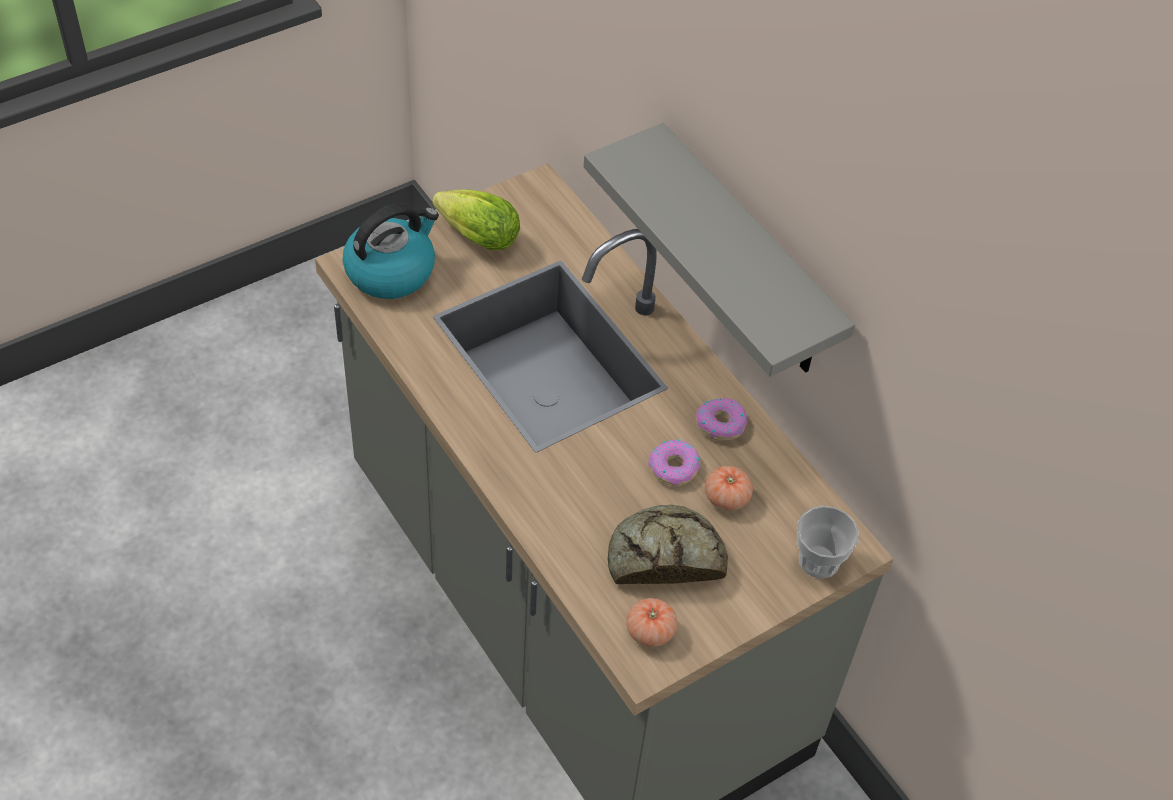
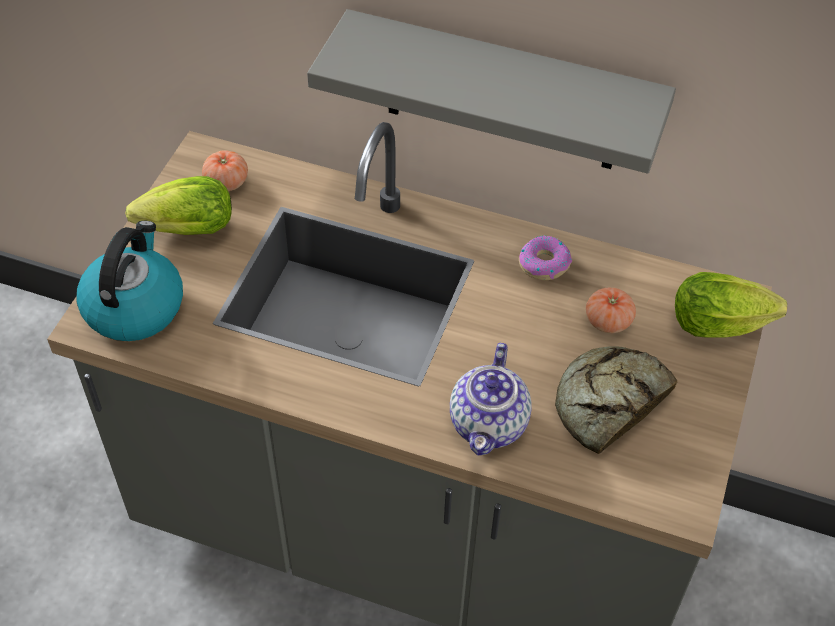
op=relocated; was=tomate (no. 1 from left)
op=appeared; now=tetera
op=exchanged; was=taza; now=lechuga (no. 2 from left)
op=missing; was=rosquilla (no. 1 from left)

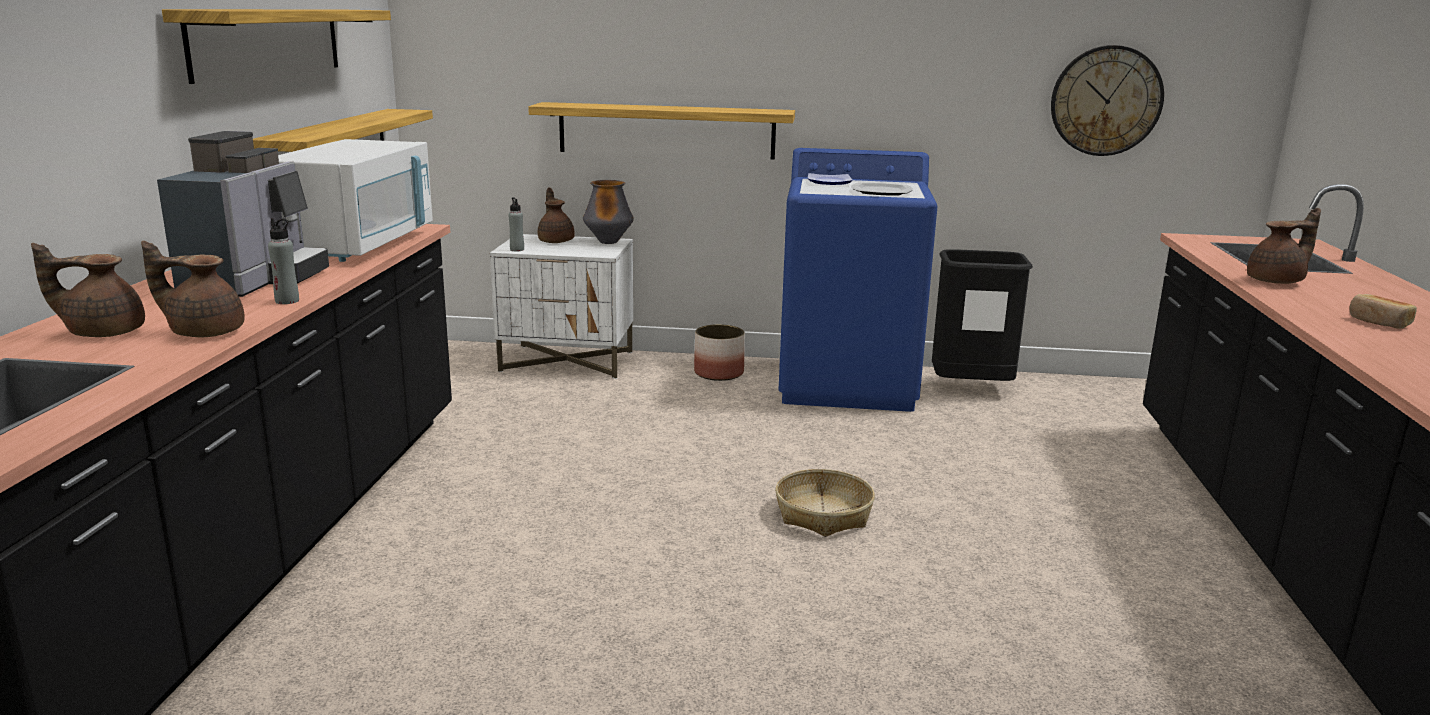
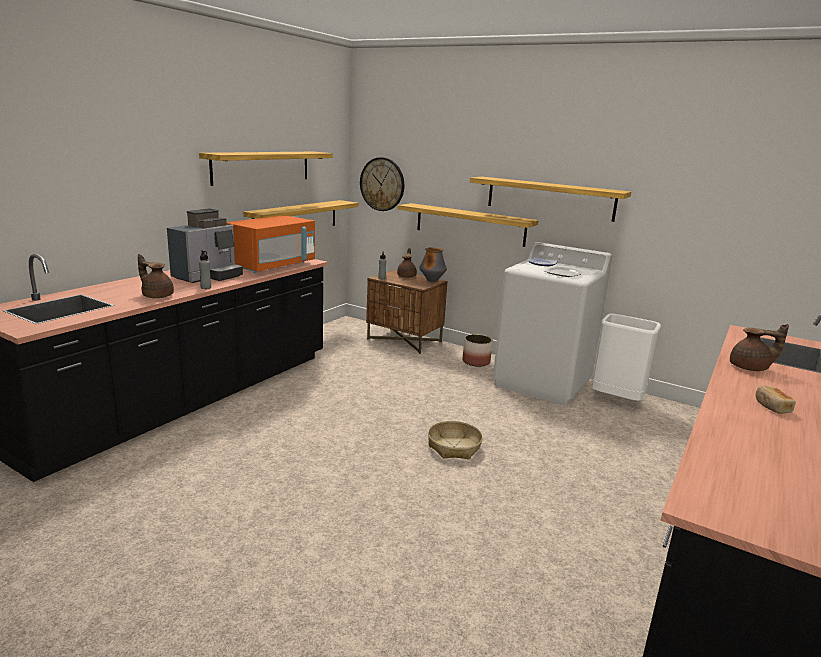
op=colour; was=microondas/blanco; now=microondas/naranja
op=relocated; was=reloj de pared
op=colour; was=mesita de noche/blanco; now=mesita de noche/marrón
op=appeared; now=estante (no. 4 from left)
op=colour; was=lavadora/azul; now=lavadora/blanco
op=colour; was=papelera/negro; now=papelera/blanco
op=missing; was=tetera/marrón (no. 1 from left)

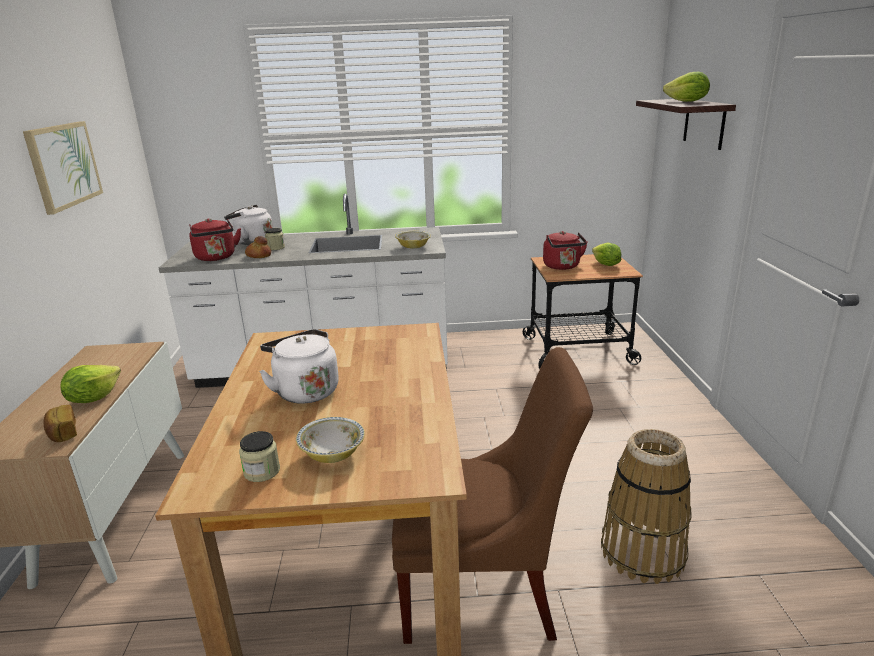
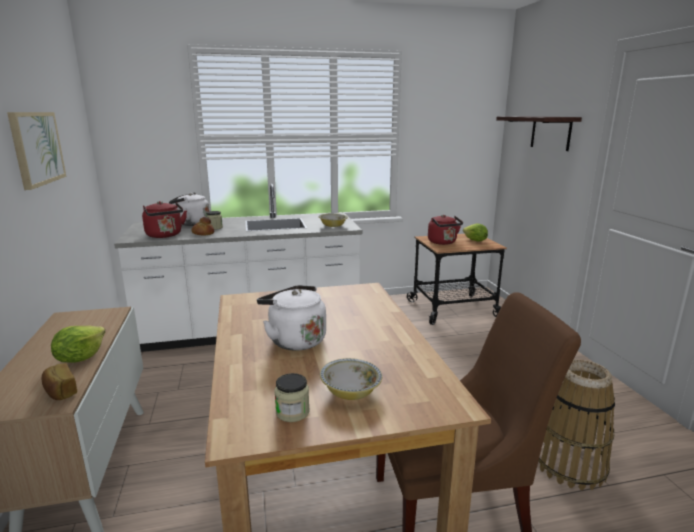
op=missing; was=lechuga (no. 3 from left)

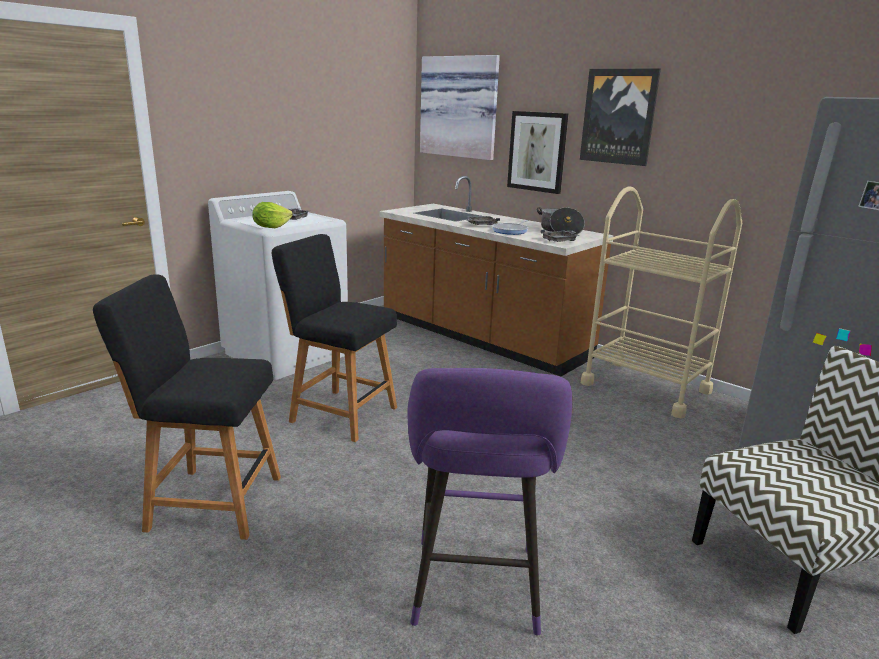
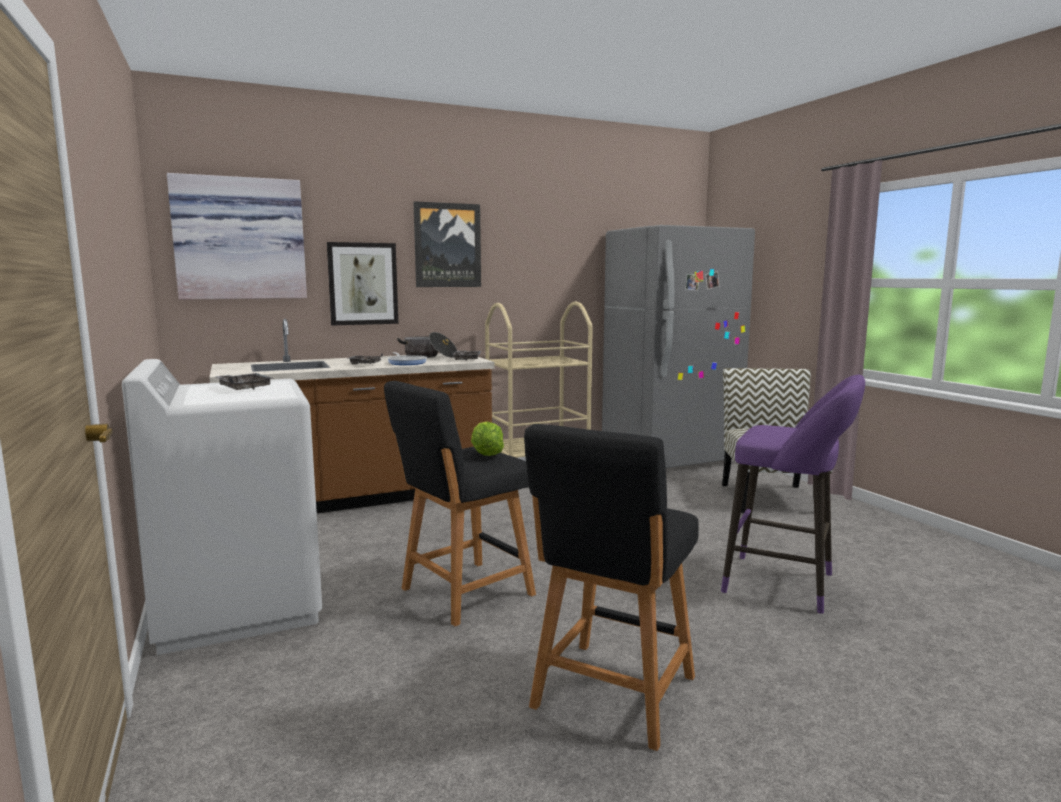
op=relocated; was=lechuga

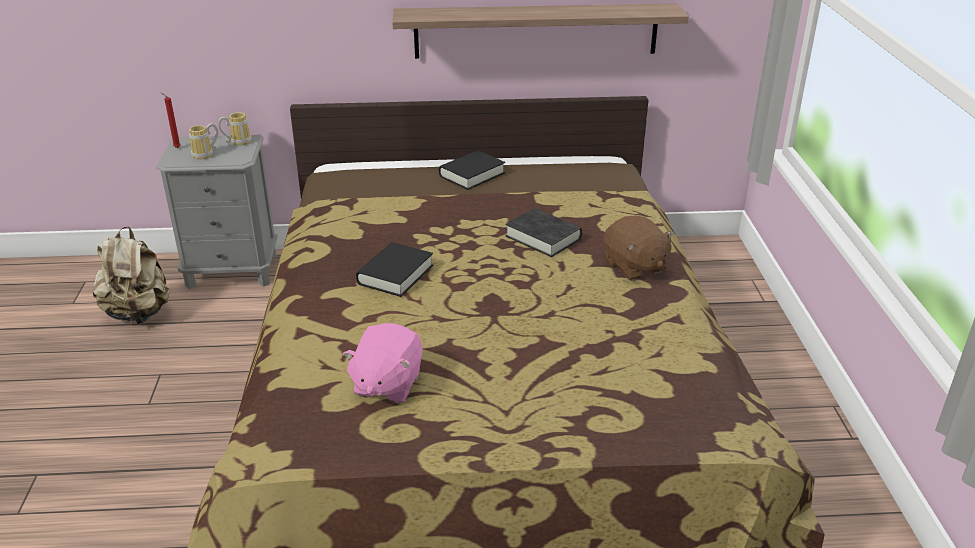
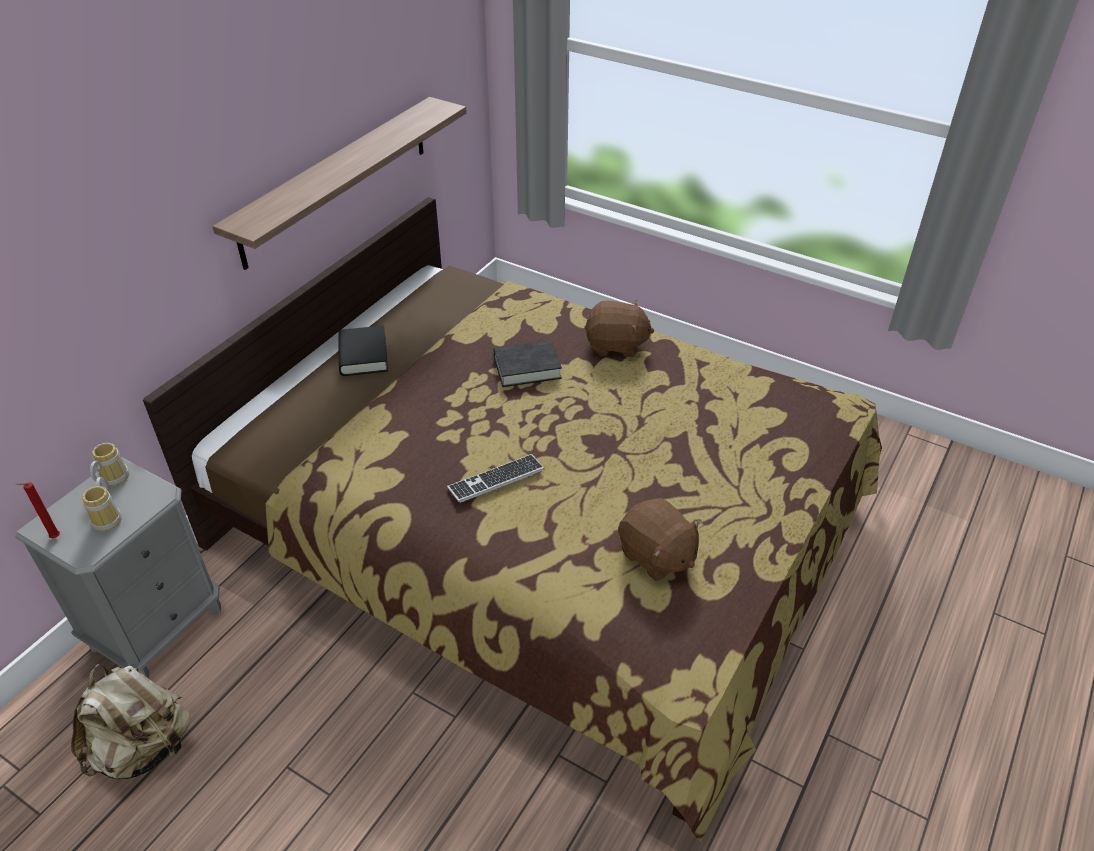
op=exchanged; was=libro/negro (no. 1 from left); now=teclado
op=colour; was=peluche/rosa; now=peluche/marrón (no. 2 from left)

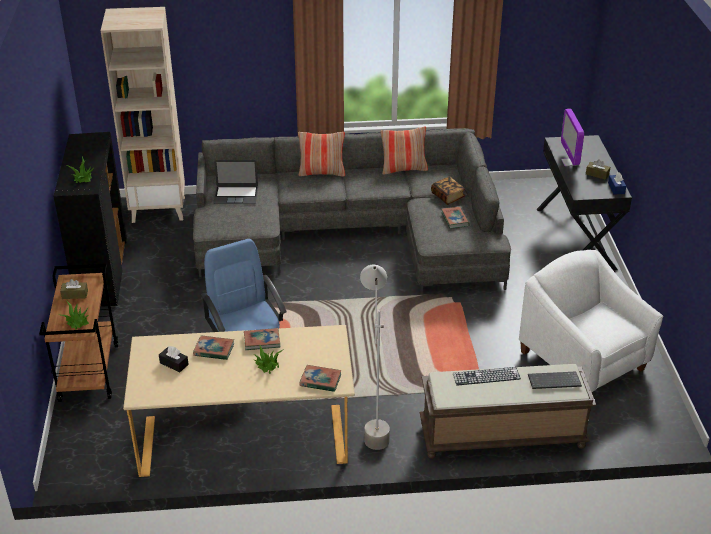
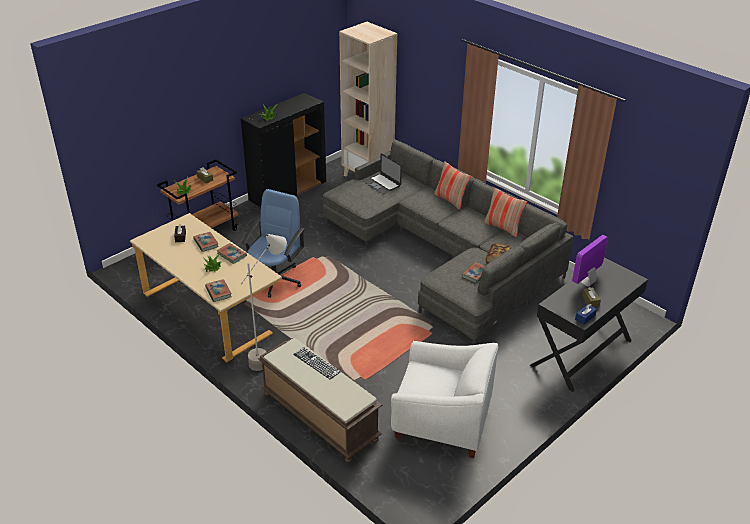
op=spun; was=sillón/blanco; clockwise=90
op=missing; was=teclado (no. 2 from left)

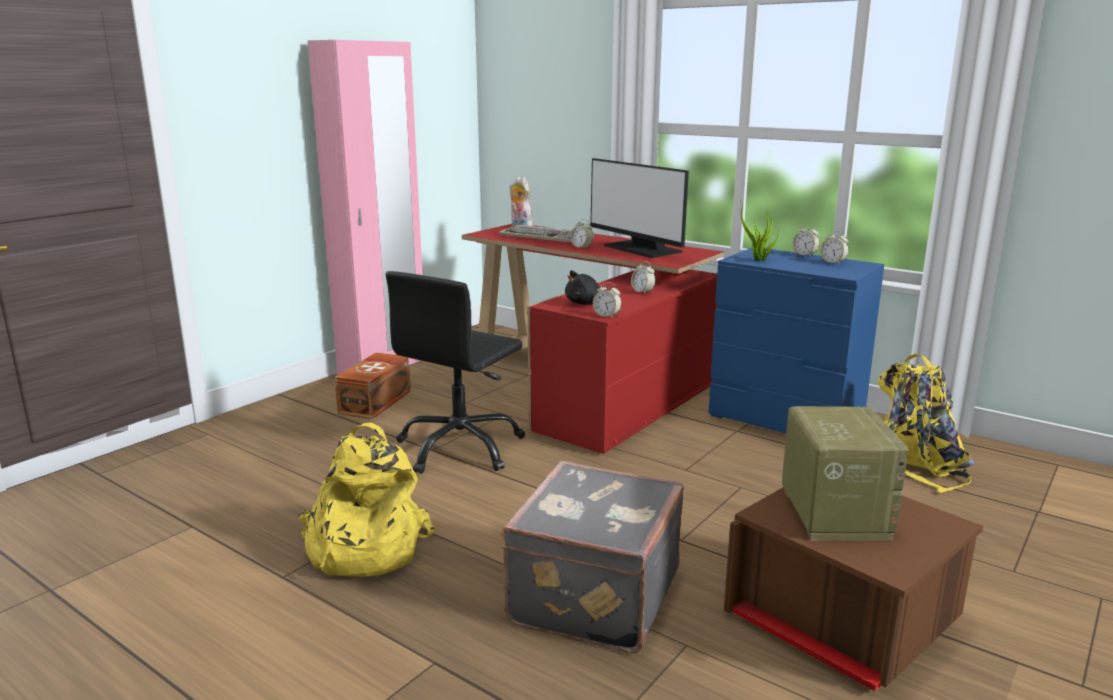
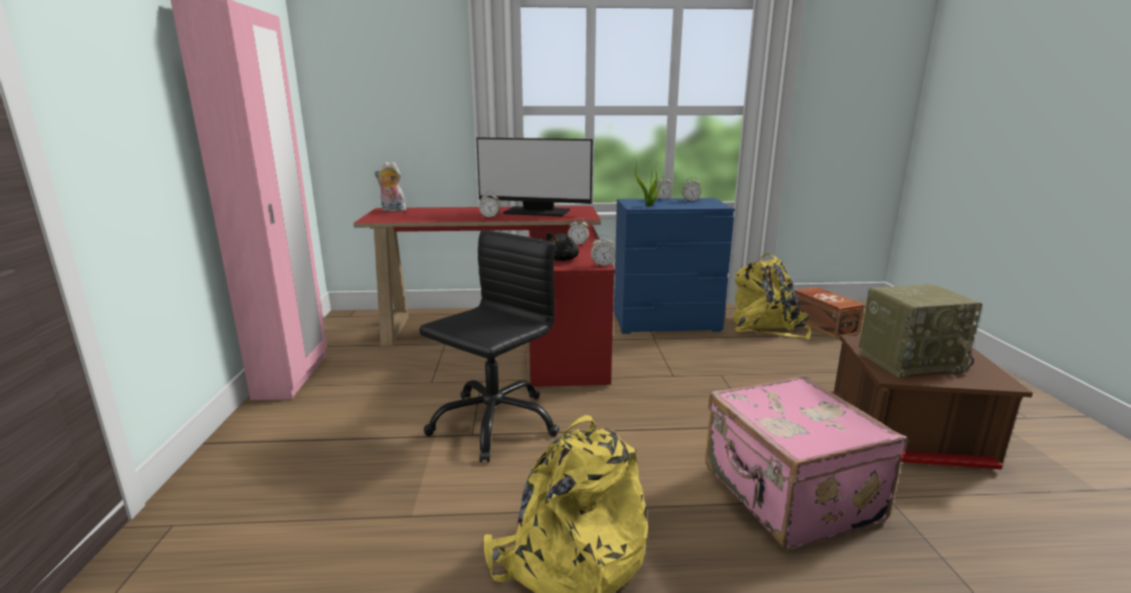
op=spun; was=silla de oficina/negro; clockwise=-135
op=colour; was=maleta/gris; now=maleta/rosa
op=relocated; was=caja de almacenaje/marrón (no. 1 from left)
op=spun; was=radio; clockwise=120
op=missing; was=teclado

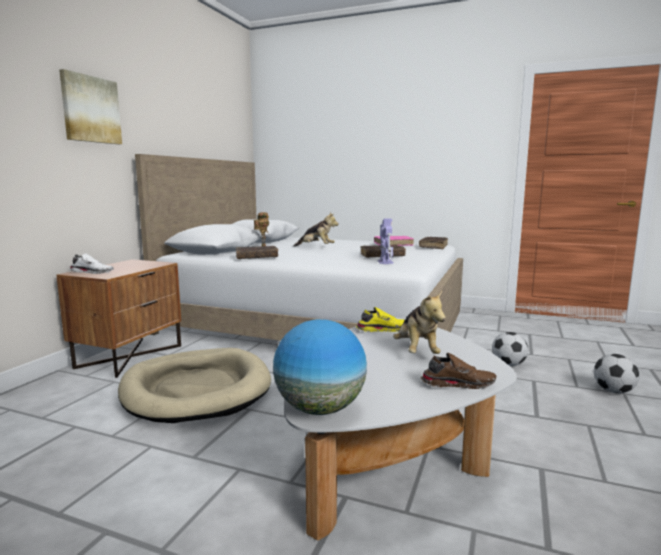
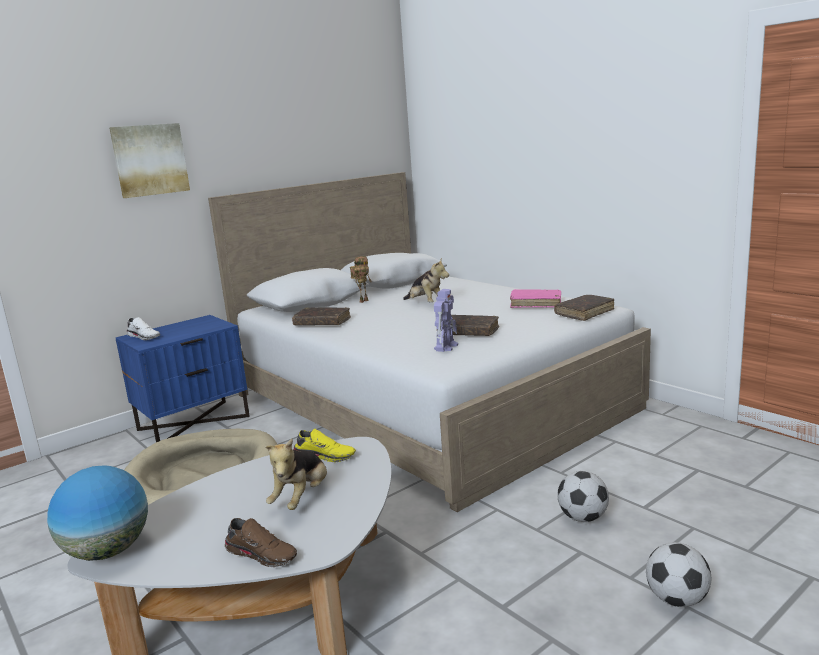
op=colour; was=mesita de noche/marrón; now=mesita de noche/azul

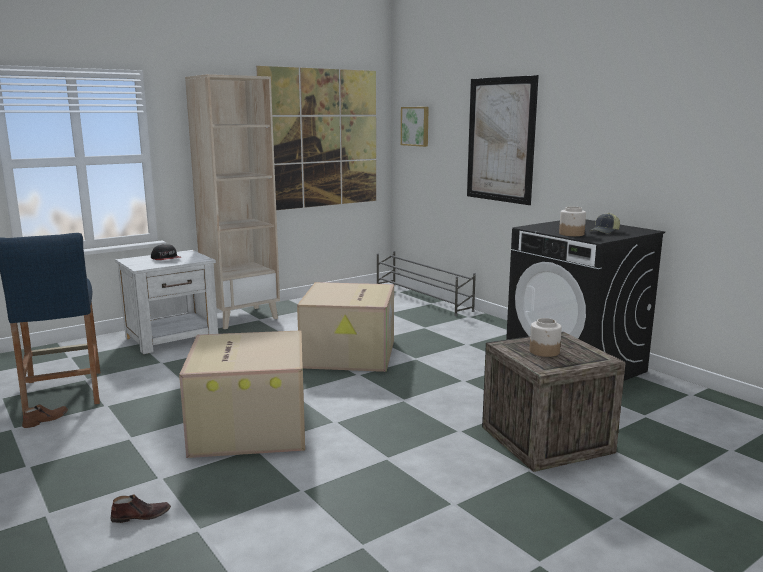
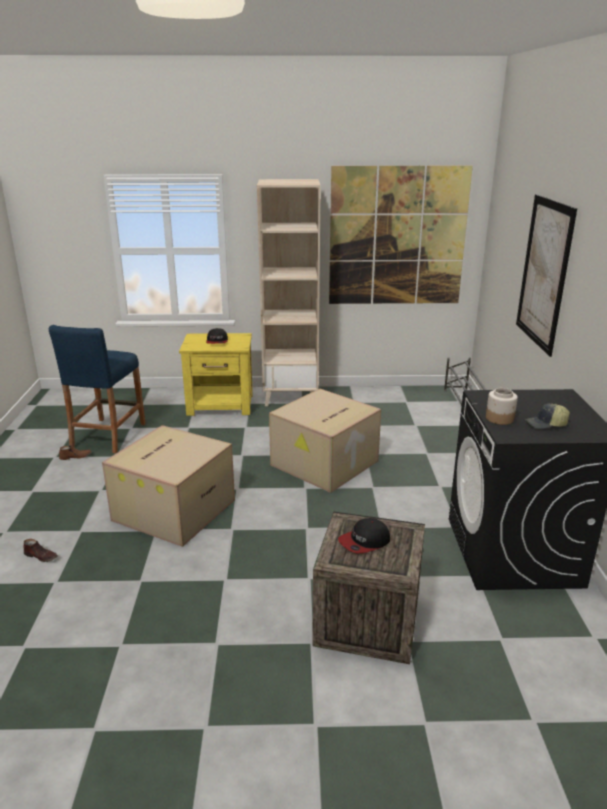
op=colour; was=mesita de noche/blanco; now=mesita de noche/amarillo
op=exchanged; was=tarro (no. 1 from left); now=gorra (no. 2 from left)
op=missing; was=cuadro (no. 2 from left)

